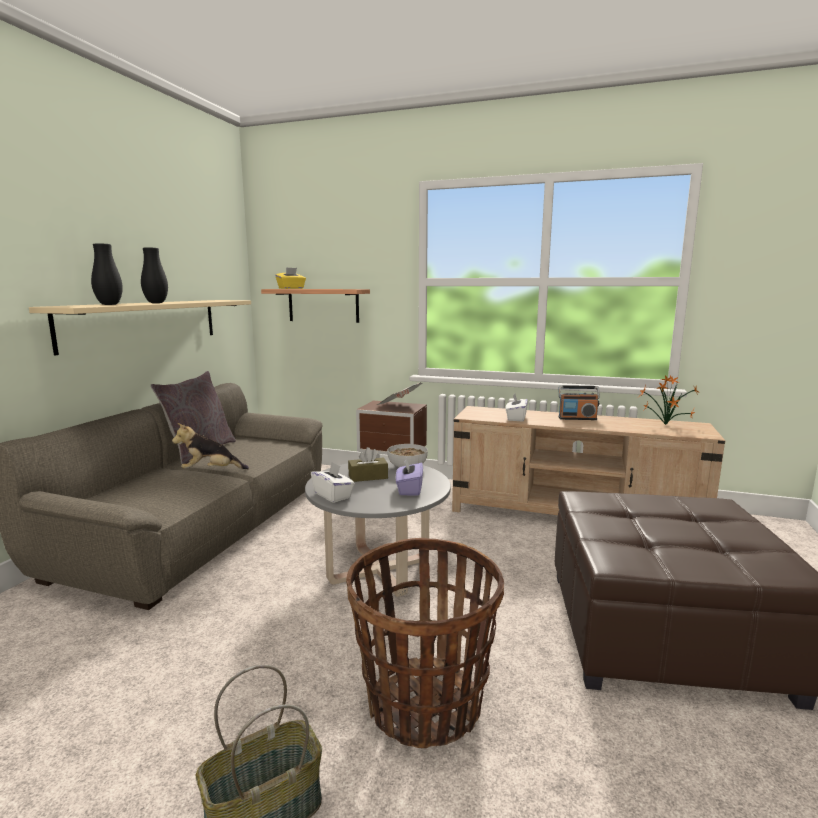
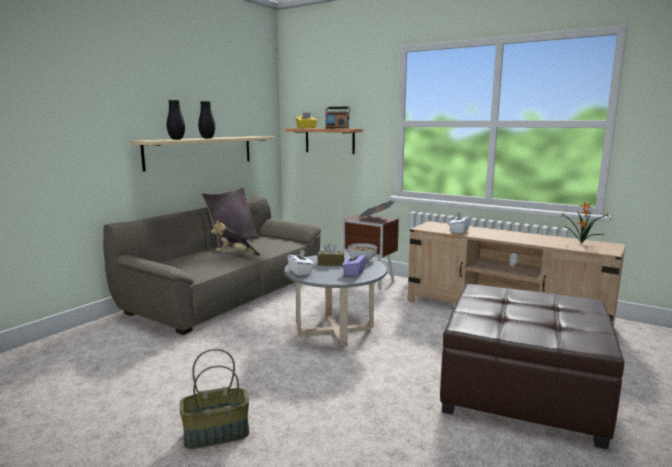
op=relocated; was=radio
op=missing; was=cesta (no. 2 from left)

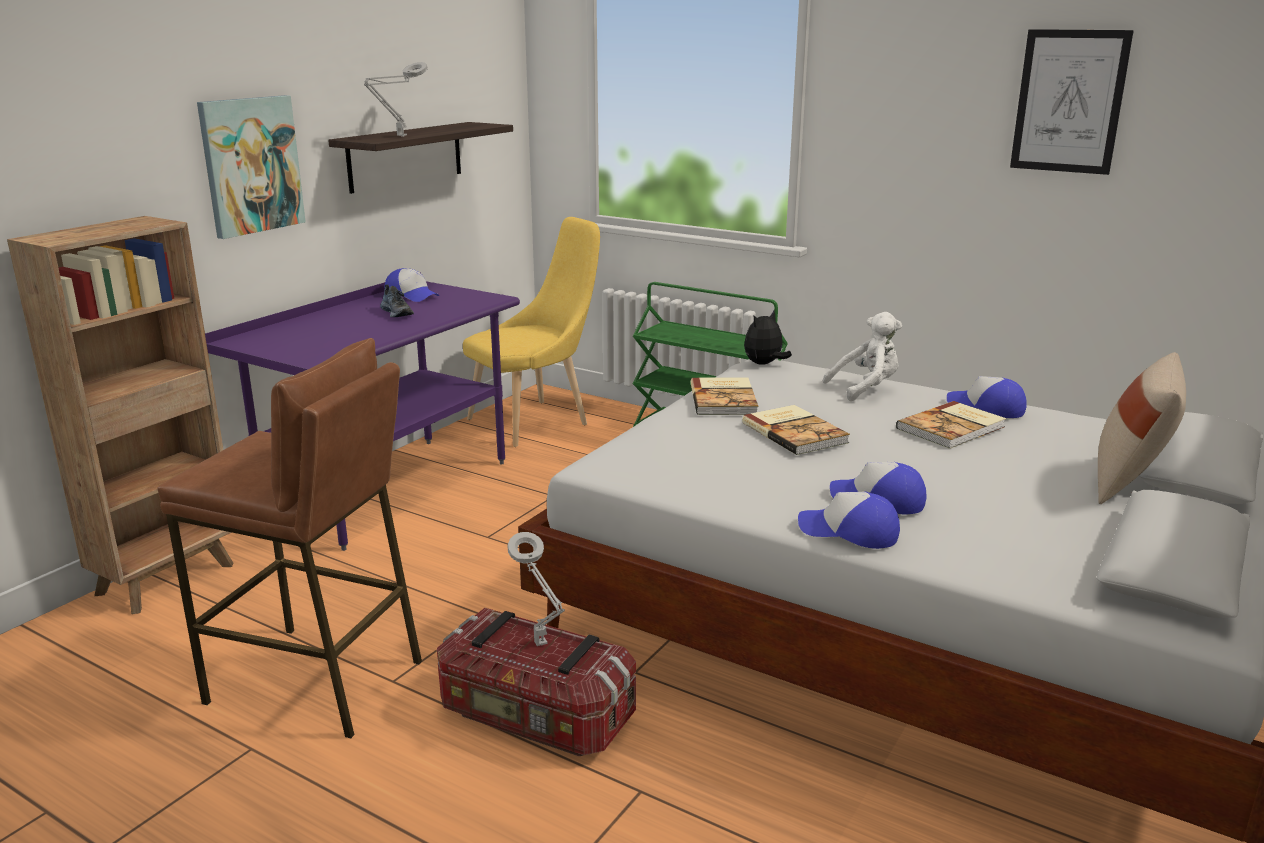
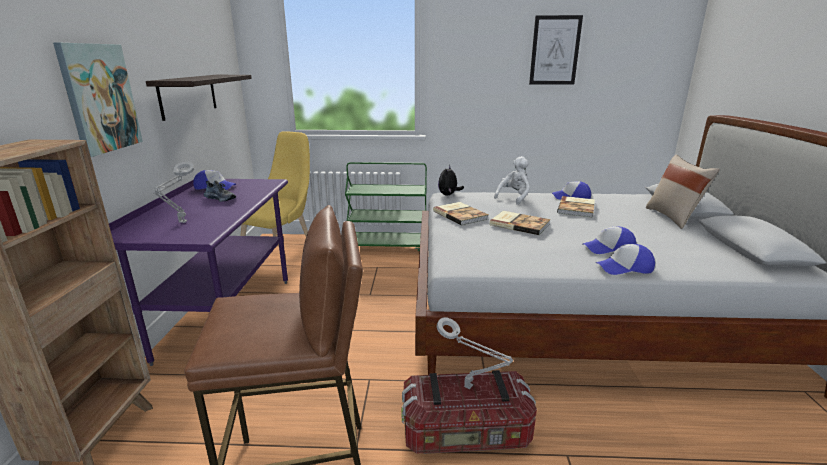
op=relocated; was=lámpara de mesa/gris (no. 1 from left)

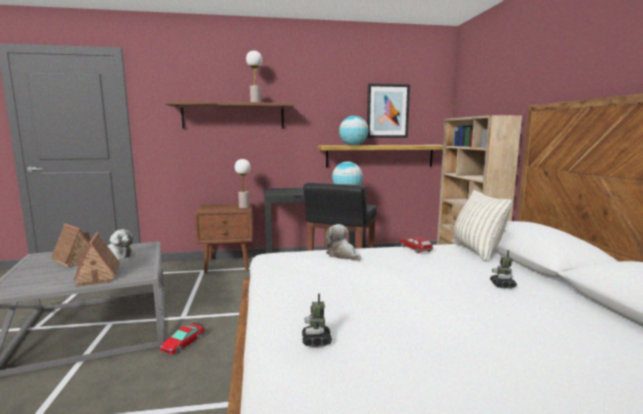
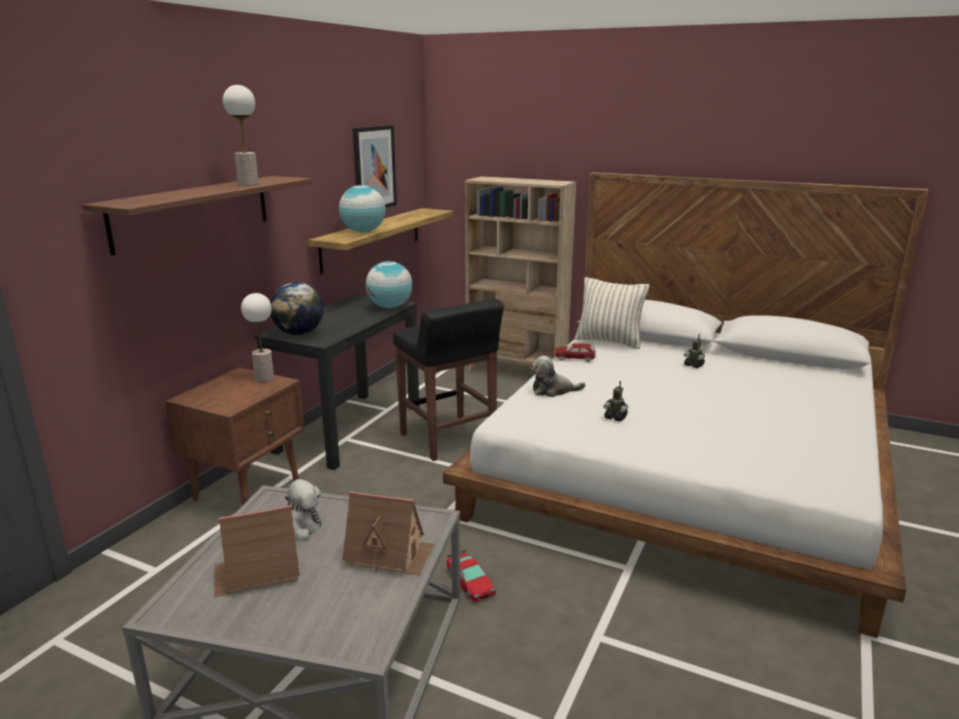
op=appeared; now=globo terráqueo (no. 1 from left)
op=relocated; was=robot de juguete (no. 1 from left)

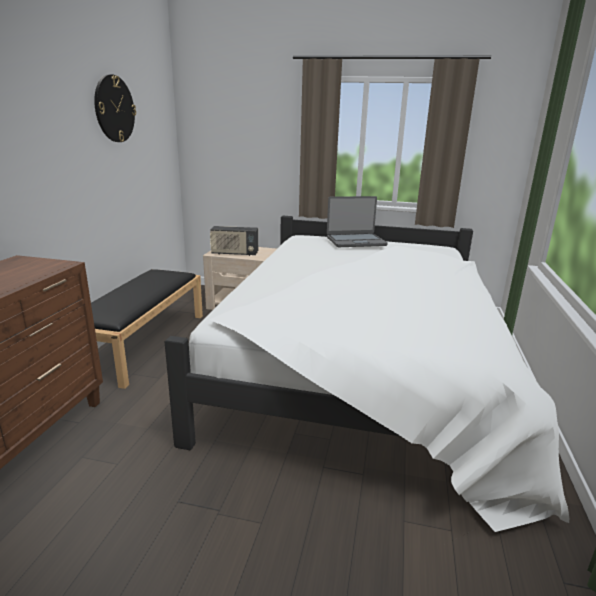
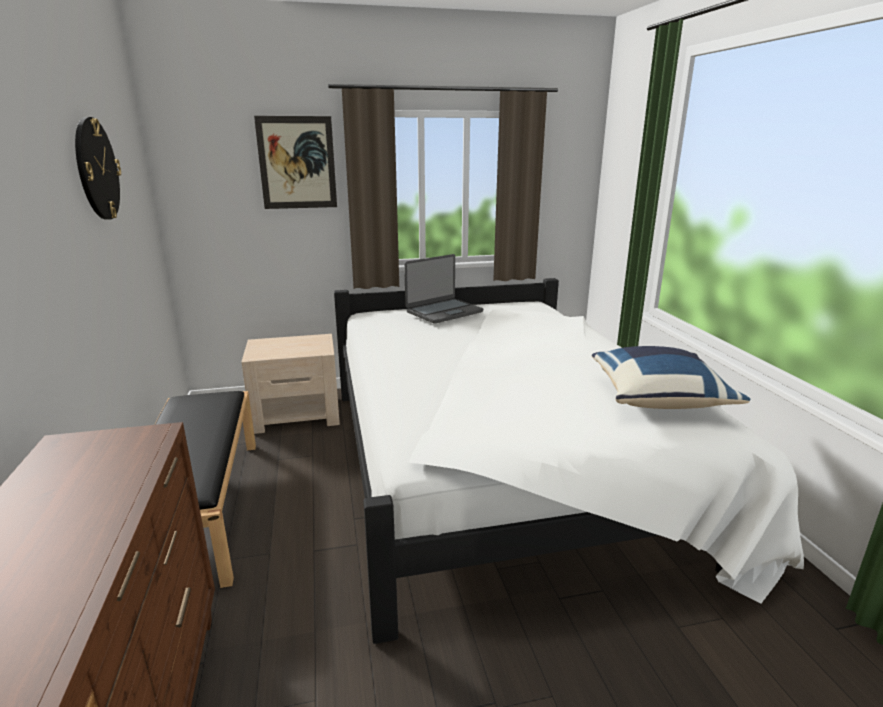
op=appeared; now=cuadro
op=appeared; now=cojín/azul
op=missing; was=radio

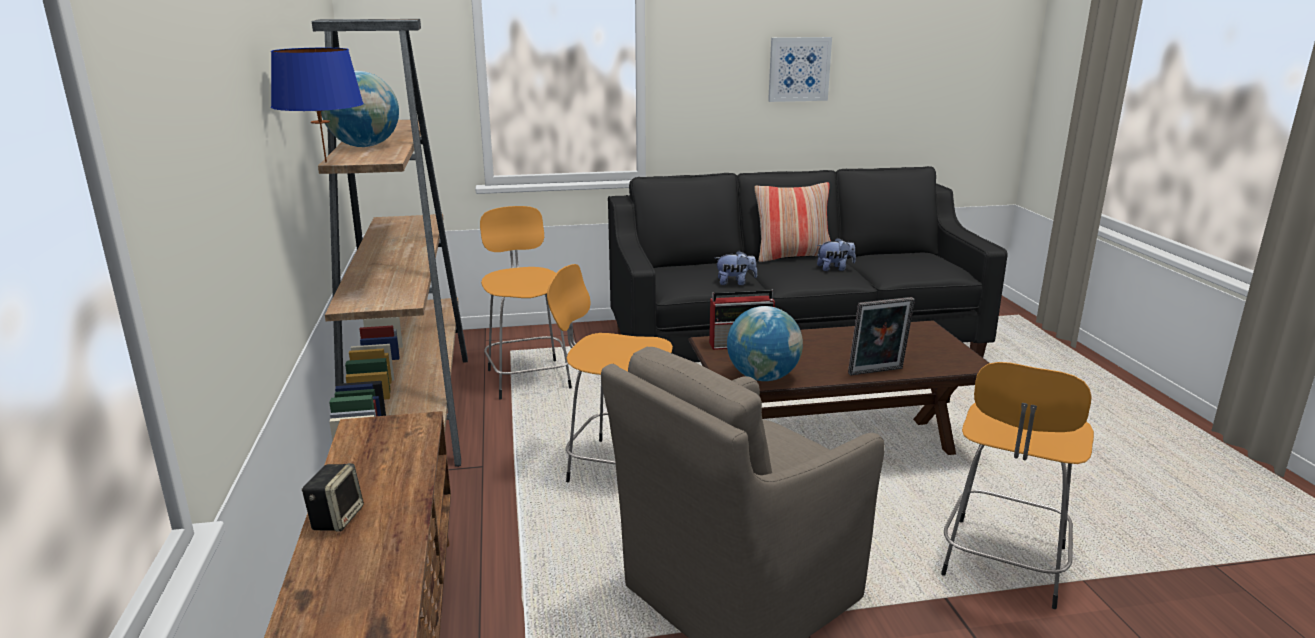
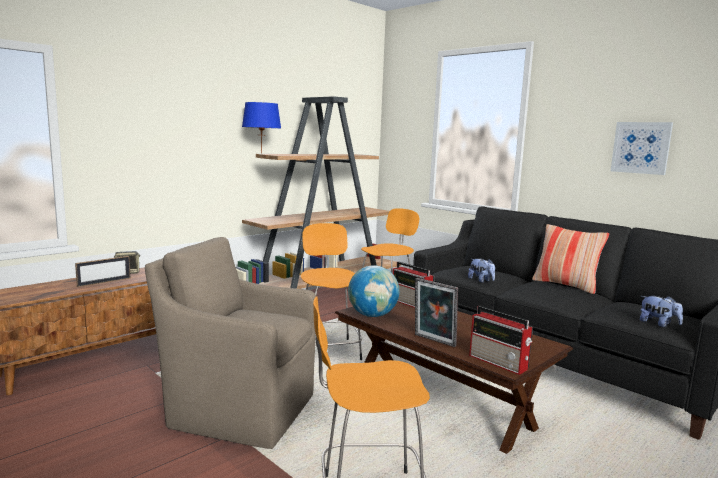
op=appeared; now=portarretratos (no. 1 from left)
op=appeared; now=radio (no. 2 from left)
op=relocated; was=peluche (no. 2 from left)
op=missing; was=globo terráqueo (no. 1 from left)

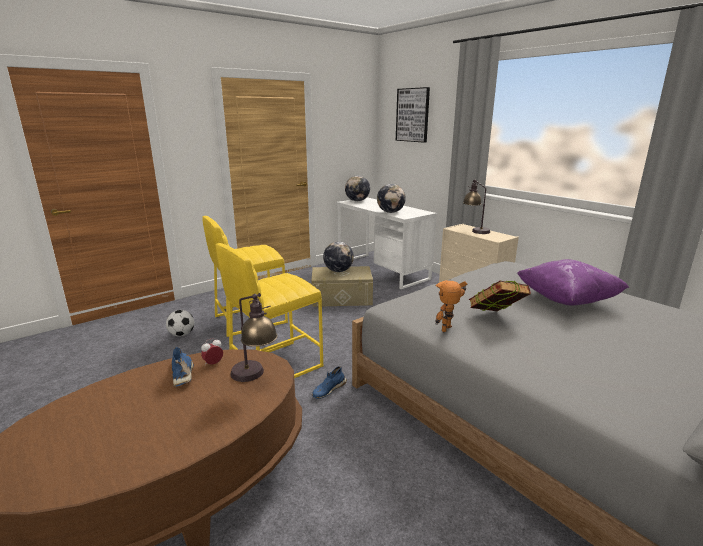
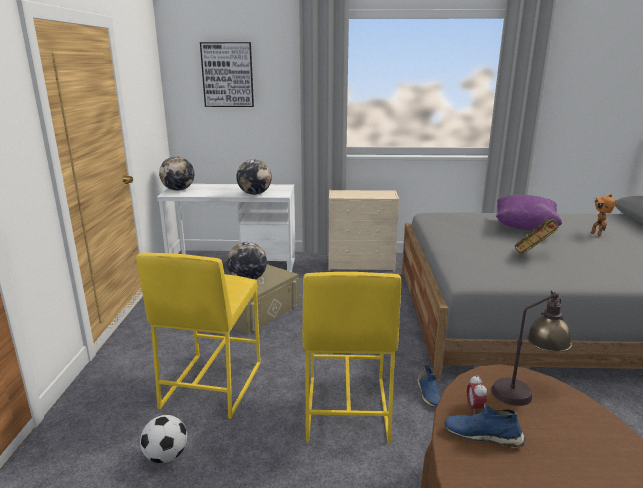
op=relocated; was=robot de juguete
op=missing; was=lámpara de mesa (no. 2 from left)

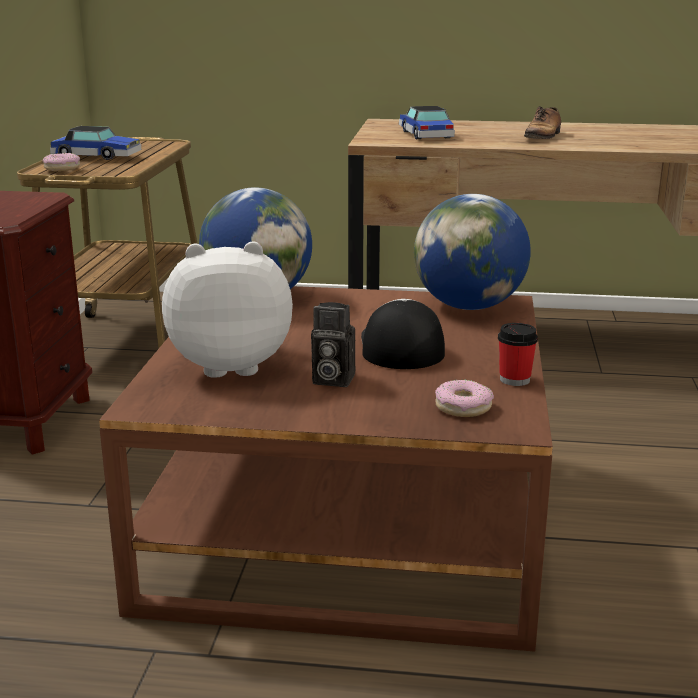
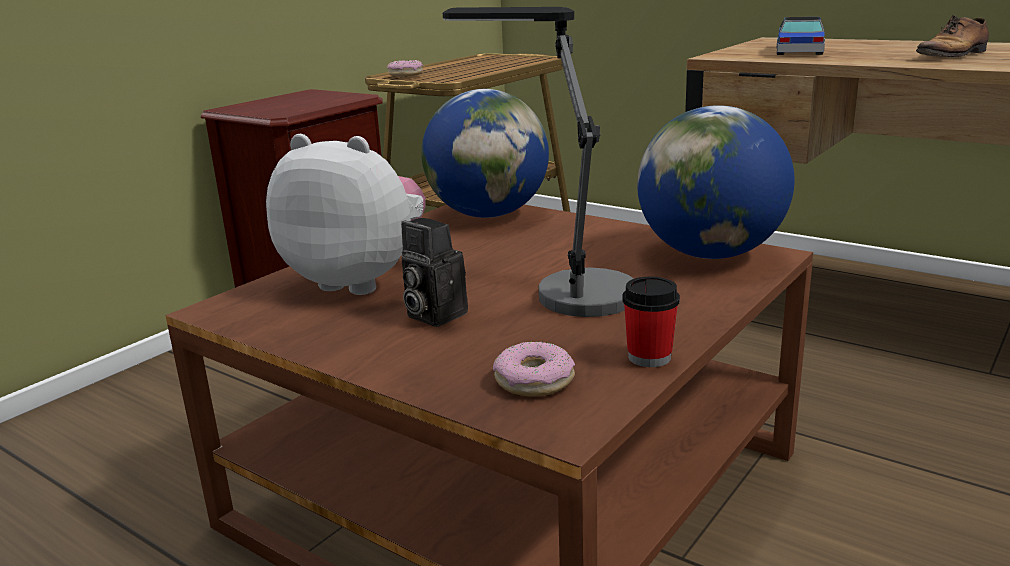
op=exchanged; was=gorra; now=lámpara de mesa
op=missing; was=coche de juguete (no. 1 from left)

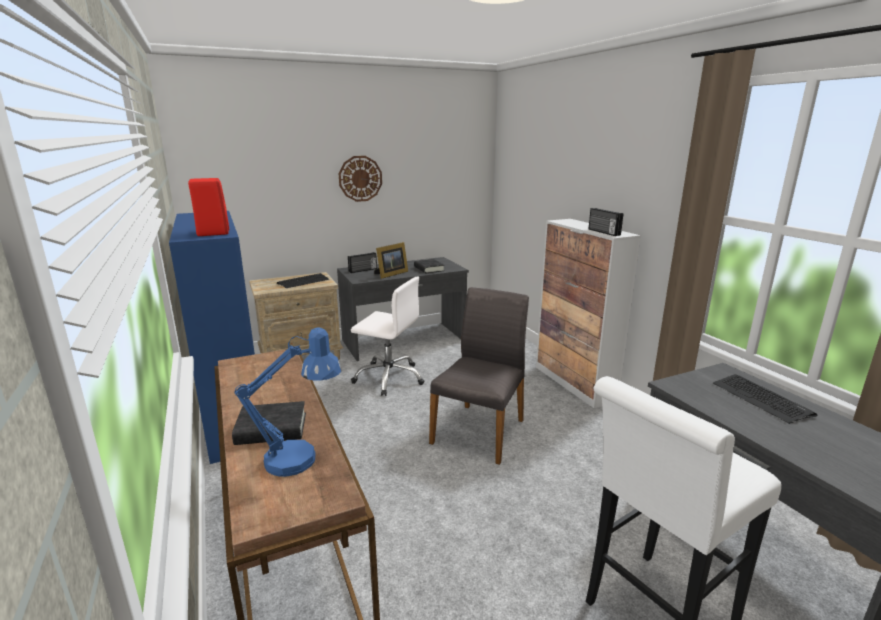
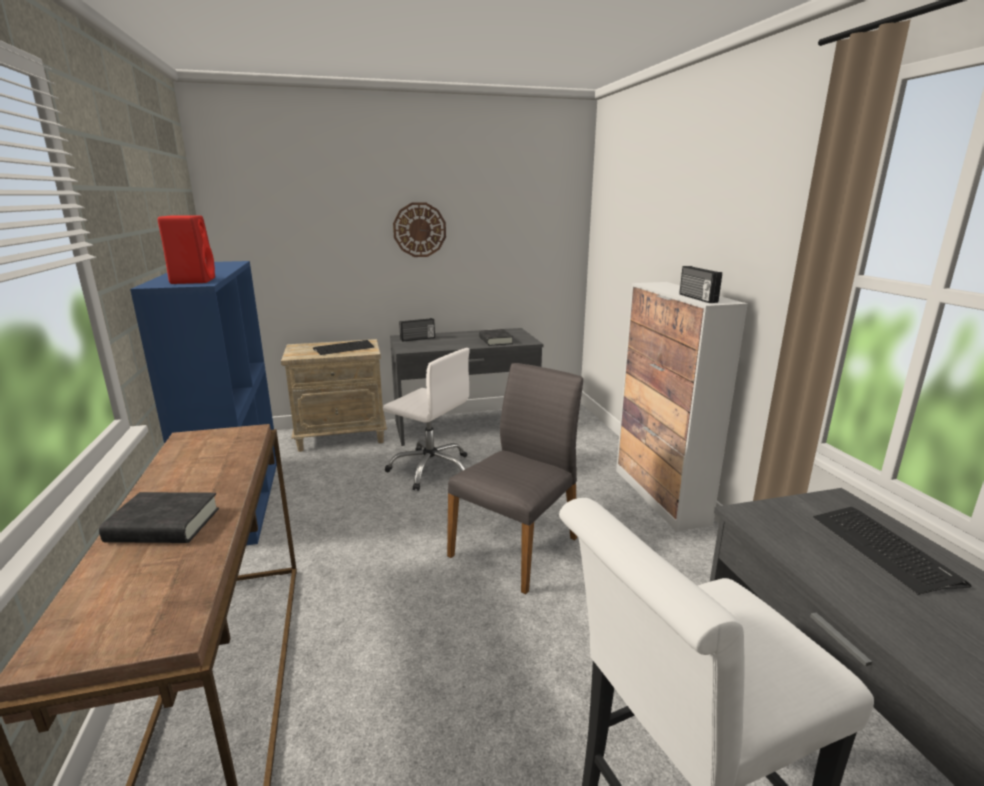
op=missing; was=lámpara de mesa/azul
op=missing; was=portarretratos

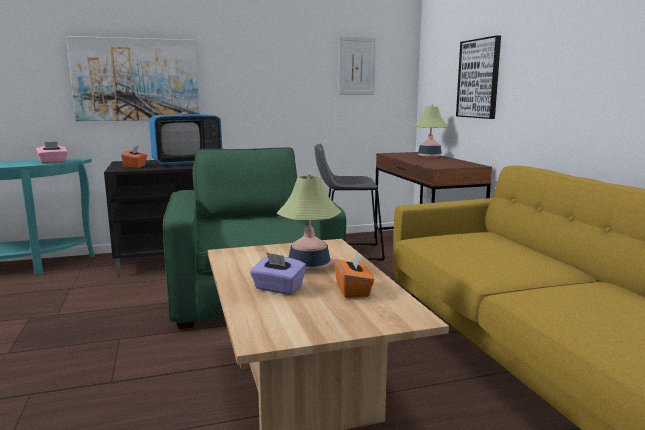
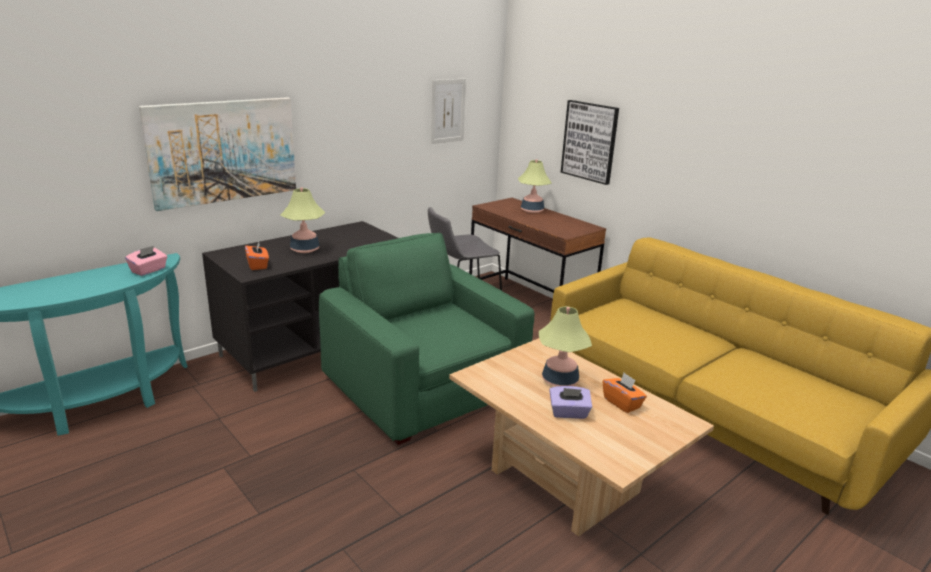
op=exchanged; was=televisor; now=lámpara de mesa (no. 1 from left)

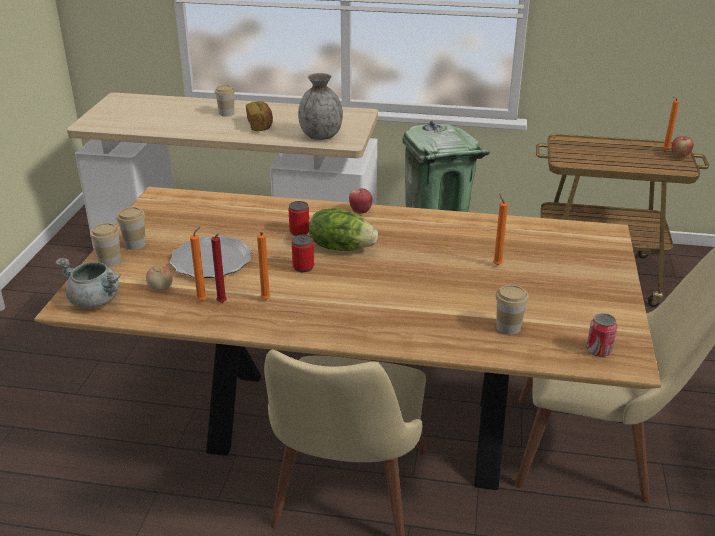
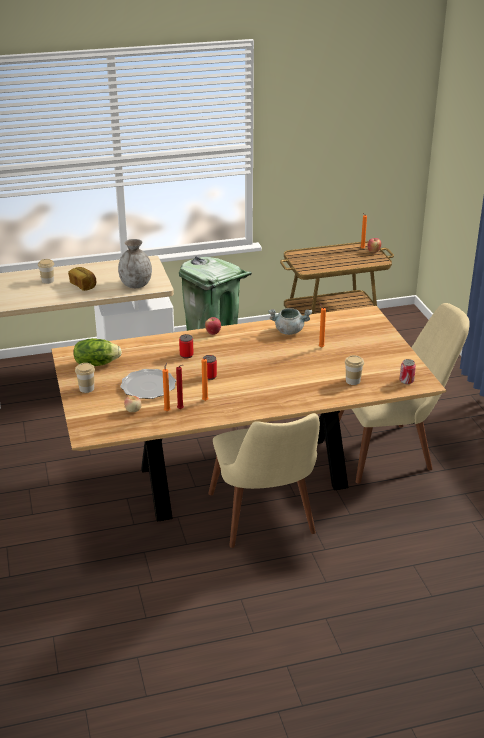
op=relocated; was=lechuga
op=relocated; was=olla/gris
op=missing; was=taza (no. 1 from left)

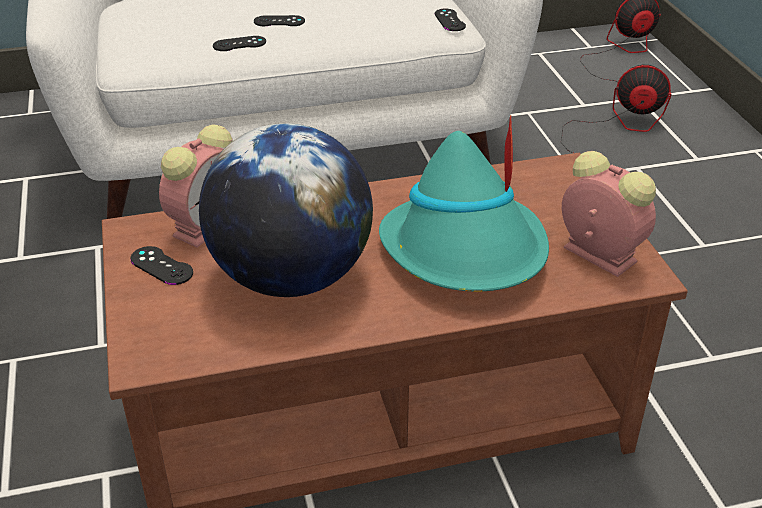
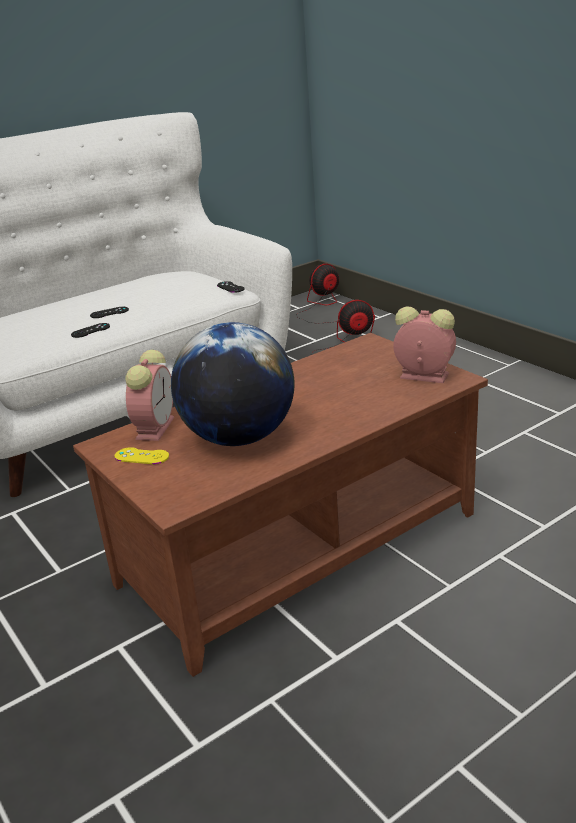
op=colour; was=mando de consola/negro (no. 1 from left); now=mando de consola/amarillo
op=missing; was=sombrero/turquesa

